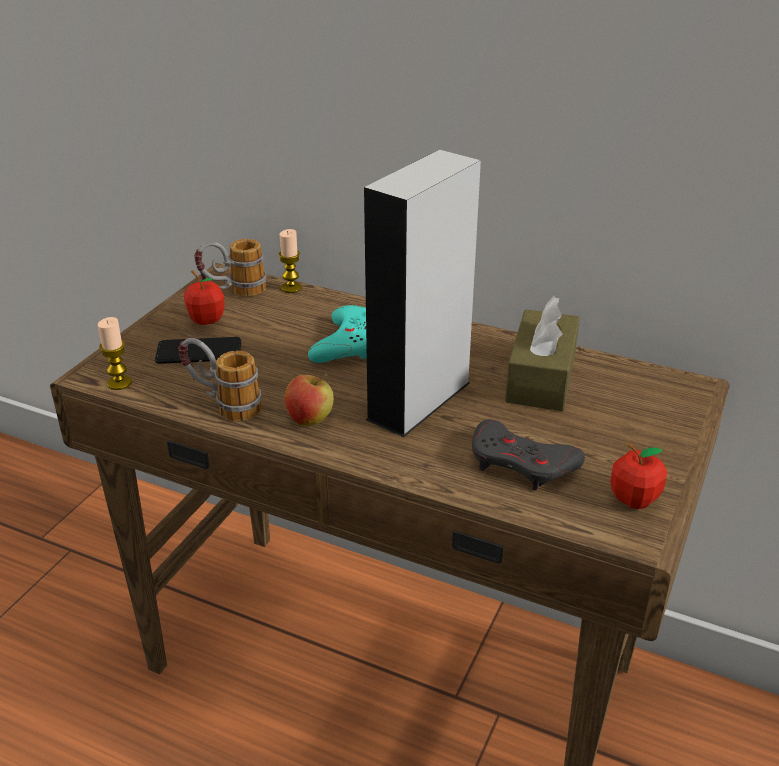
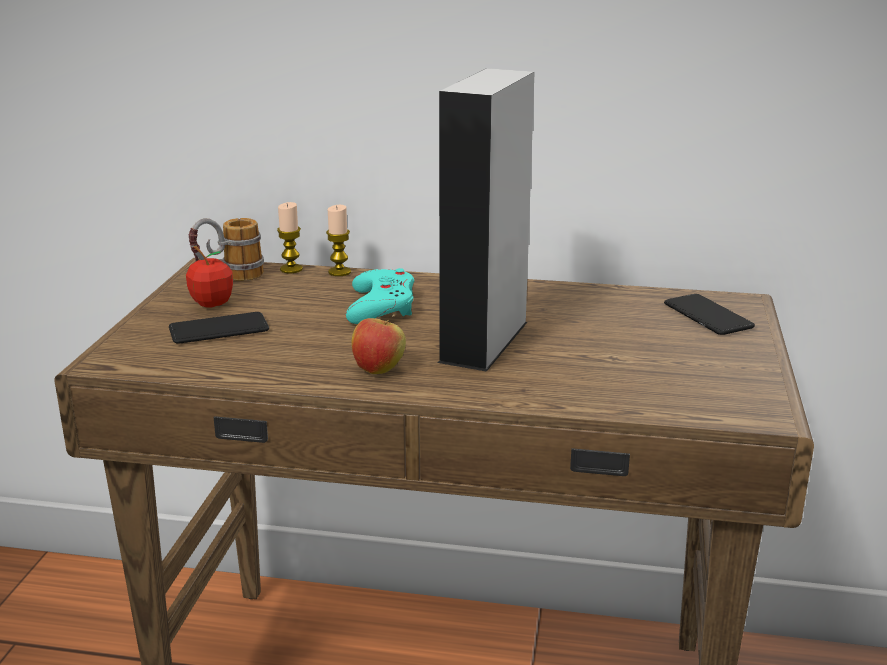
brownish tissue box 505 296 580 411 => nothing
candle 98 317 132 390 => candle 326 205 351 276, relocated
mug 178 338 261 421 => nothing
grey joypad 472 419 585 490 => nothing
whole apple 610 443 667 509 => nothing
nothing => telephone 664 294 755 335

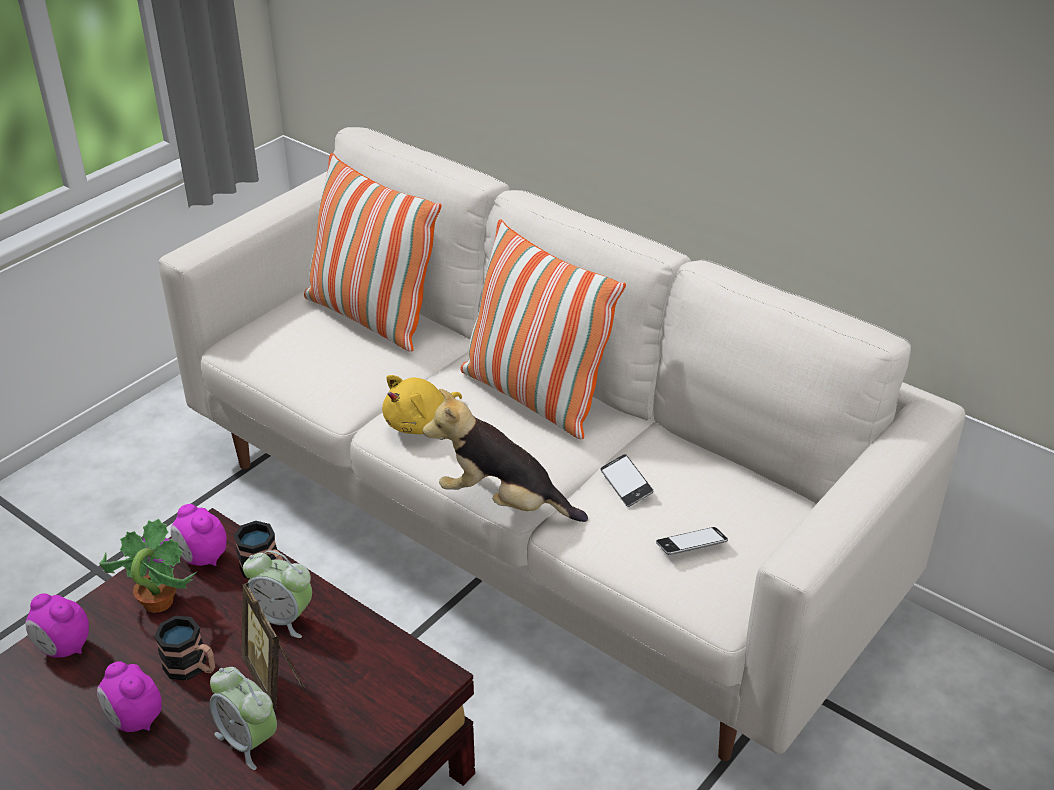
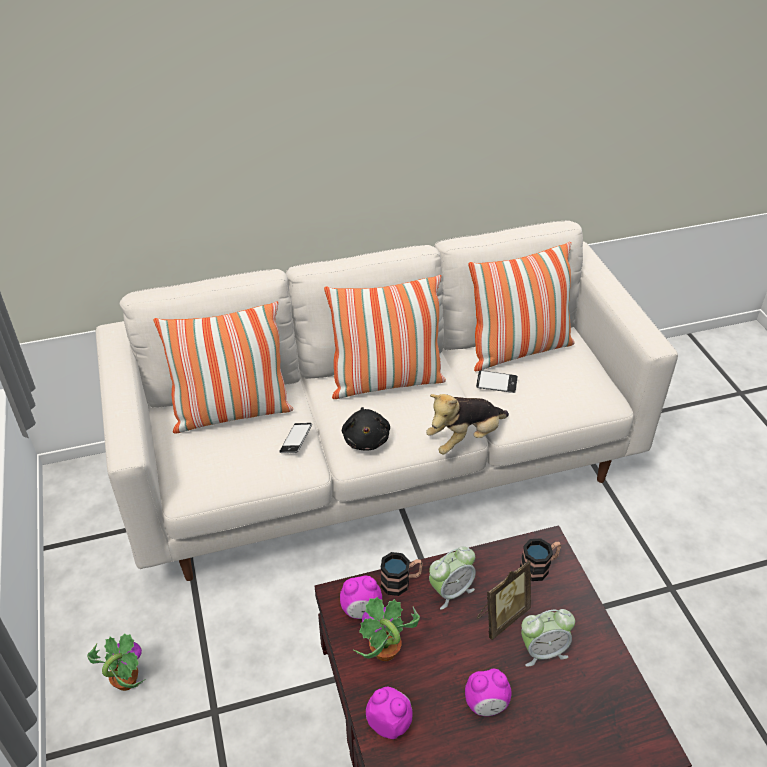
yellow soft toy 382 375 462 434 => black soft toy 342 407 390 450
telephone 656 527 728 555 => telephone 279 423 312 453, relocated
standing frame 242 583 305 710 => standing frame 477 559 531 640, 45 degrees counterclockwise
table clock 25 593 89 658 => table clock 366 687 412 739, 120 degrees counterclockwise
mug 154 616 215 681 => mug 520 538 561 581, relocated
nothing => cushion 468 242 575 371
nothing => houseplant 87 633 145 691

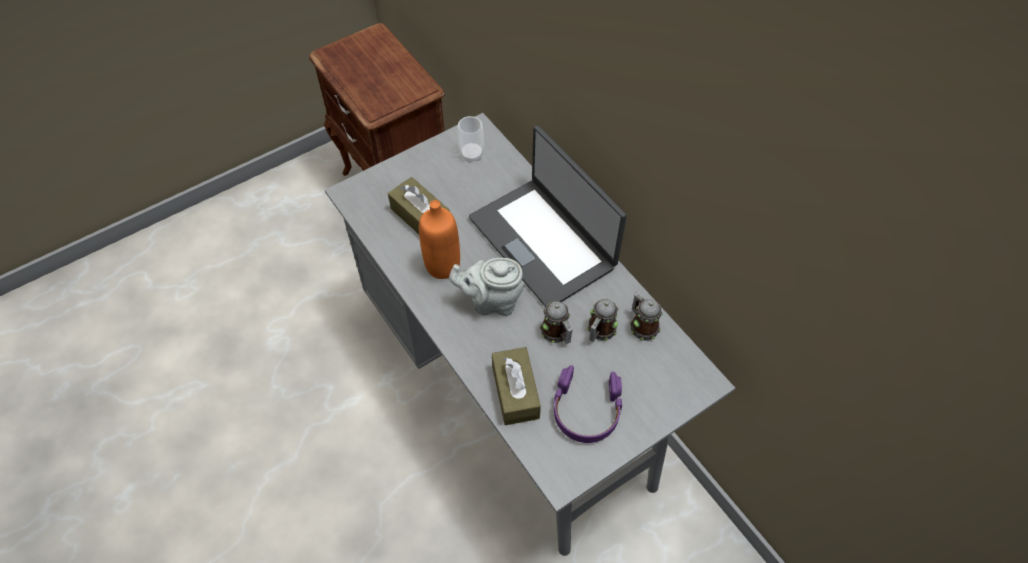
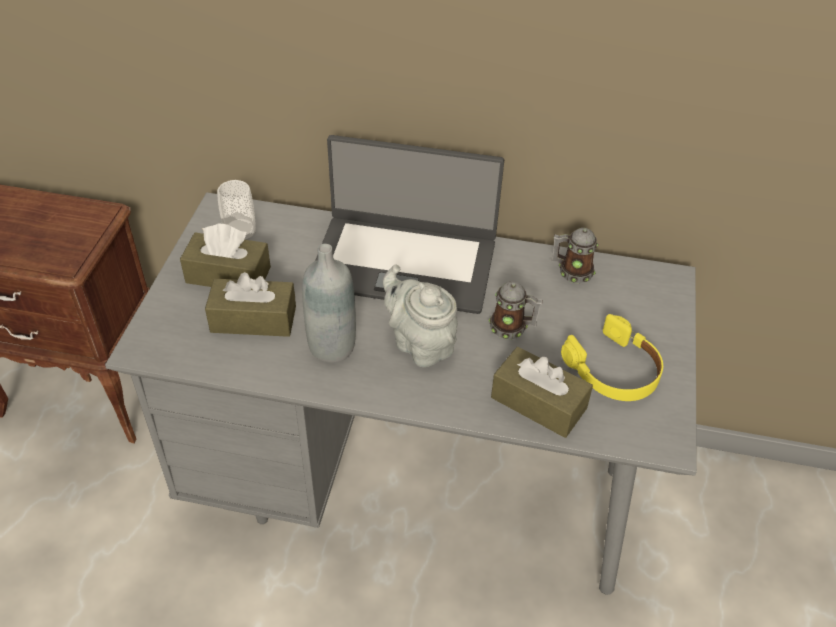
orangey drink bottle 419 200 460 279 => grey drink bottle 302 244 356 363
grey teapot 449 258 525 316 => grey teapot 383 264 458 367, 90 degrees clockwise
mug 587 299 618 342 => nothing
purple headset 553 365 622 443 => yellow headset 561 314 663 401
nothing => brownish tissue box 180 224 271 287

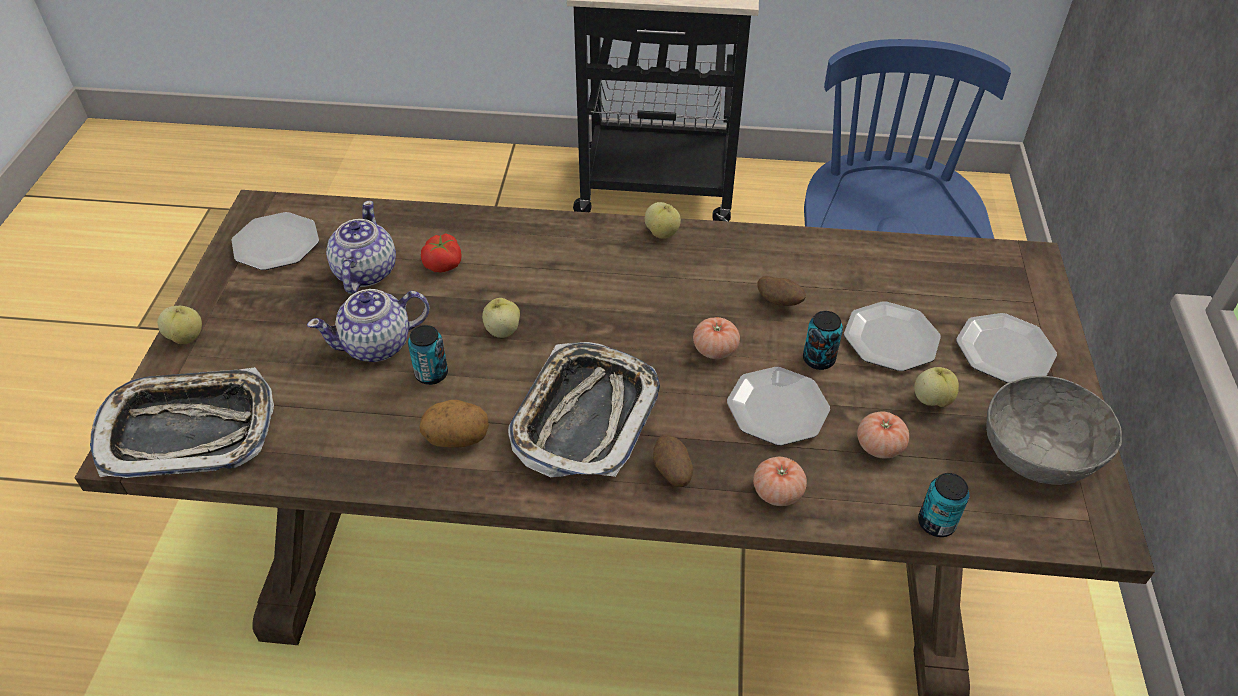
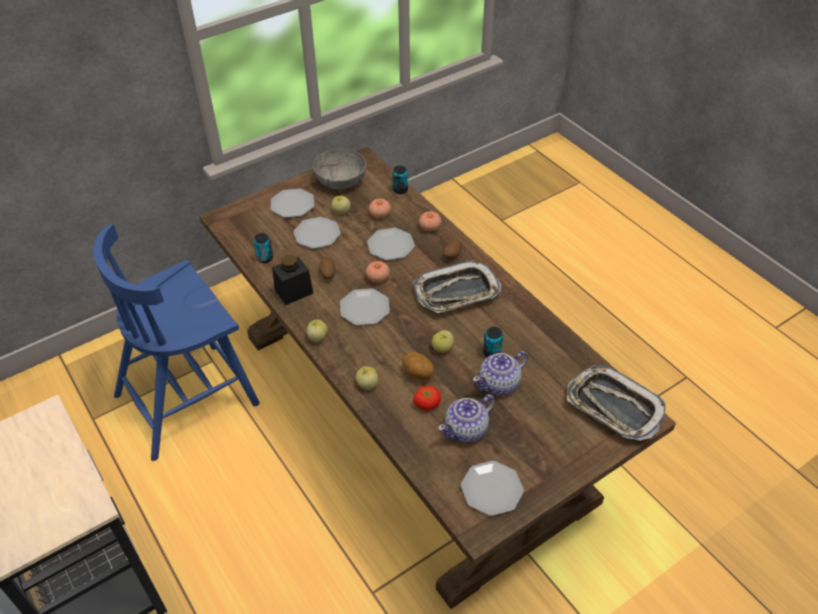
teapot 307 289 430 362 => teapot 473 351 528 396, 120 degrees clockwise
whole apple 158 306 202 344 => whole apple 356 366 378 390, relocated
sealed can 803 311 843 370 => sealed can 254 233 273 263, relocated
spud 420 400 489 448 => spud 403 352 434 380, relocated
nothing => black storage jar 272 255 313 305
nothing => flat dish 340 289 390 325

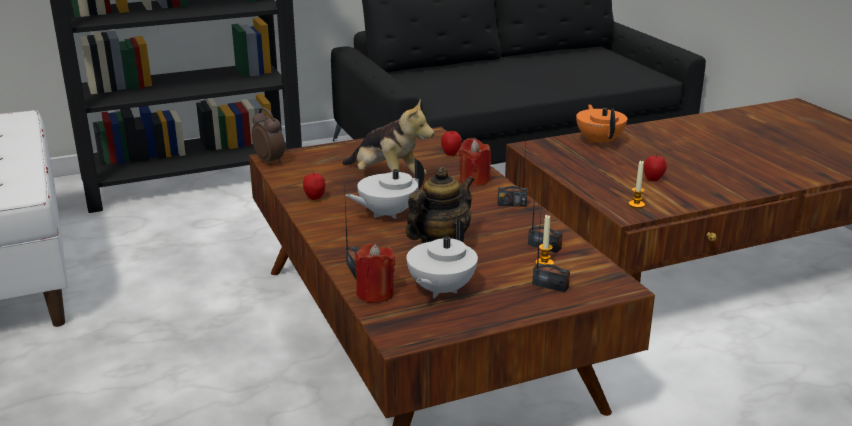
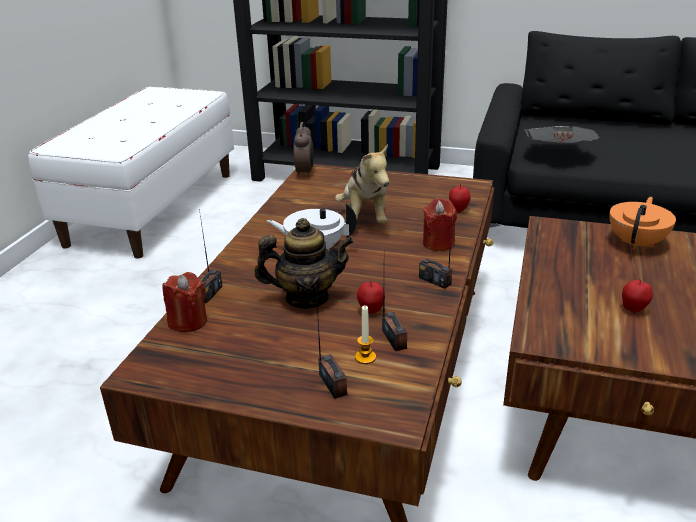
candle 629 160 645 208 => nothing
whole apple 303 170 325 200 => whole apple 357 279 385 313, relocated
white teapot 406 219 478 298 => nothing
nothing => newspaper 524 126 600 143

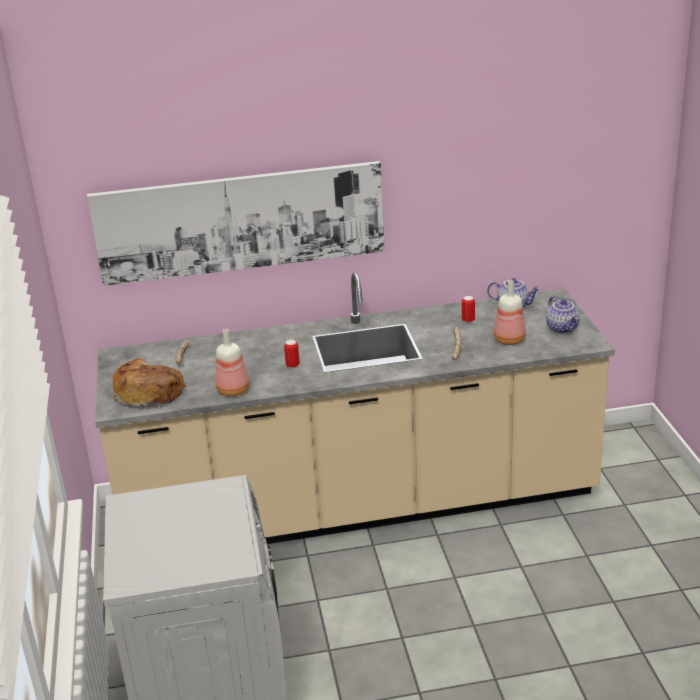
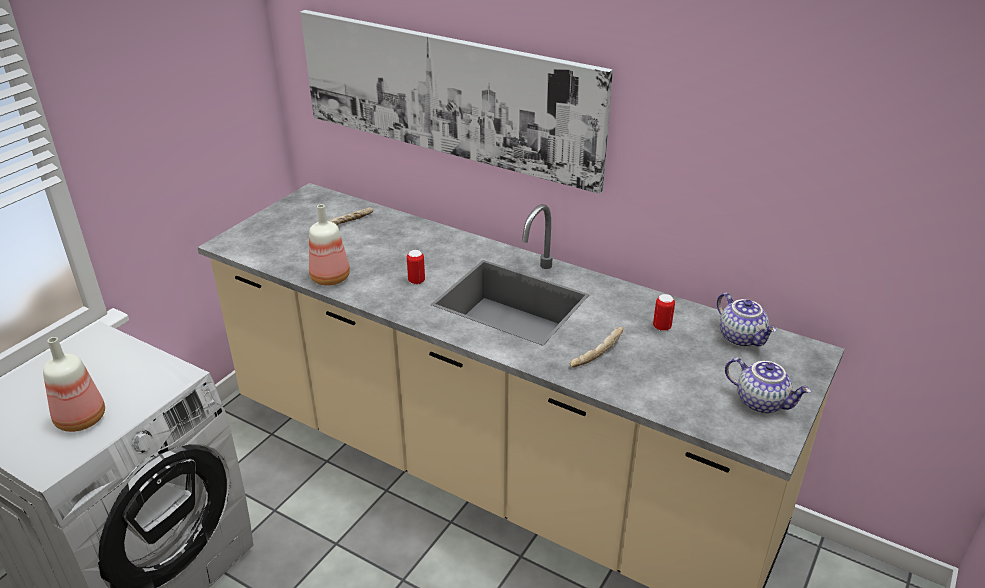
drink bottle 493 280 526 345 => drink bottle 43 337 105 432, relocated
teapot 546 296 580 334 => teapot 725 358 811 414, 75 degrees counterclockwise
baked bread 112 358 185 408 => nothing

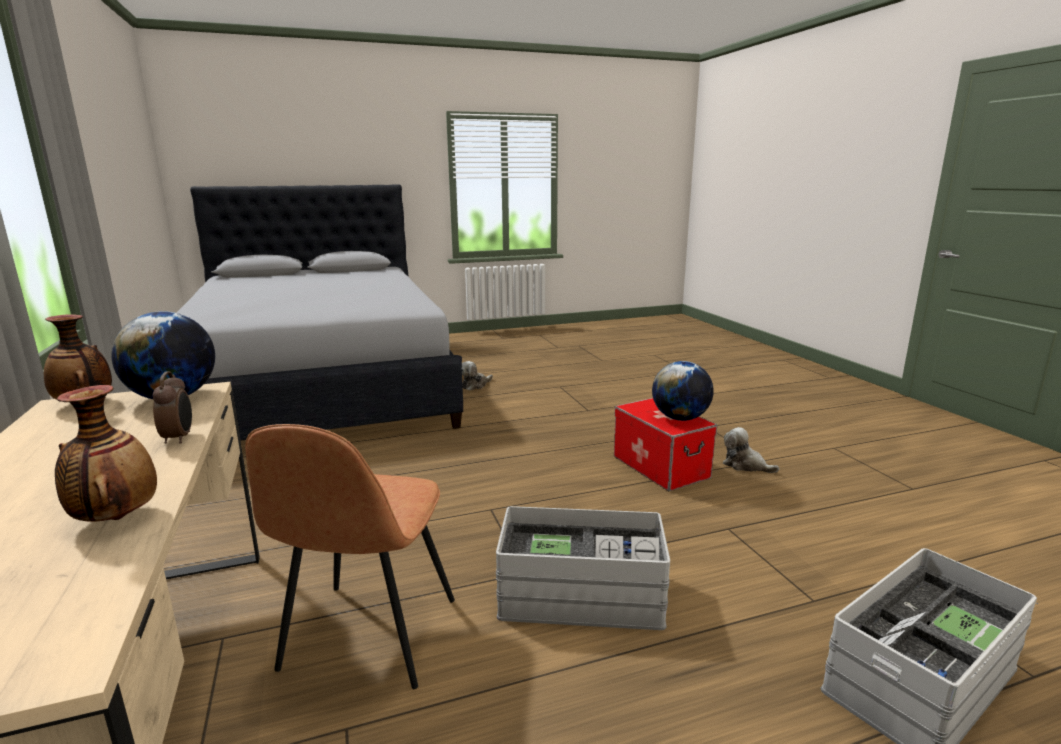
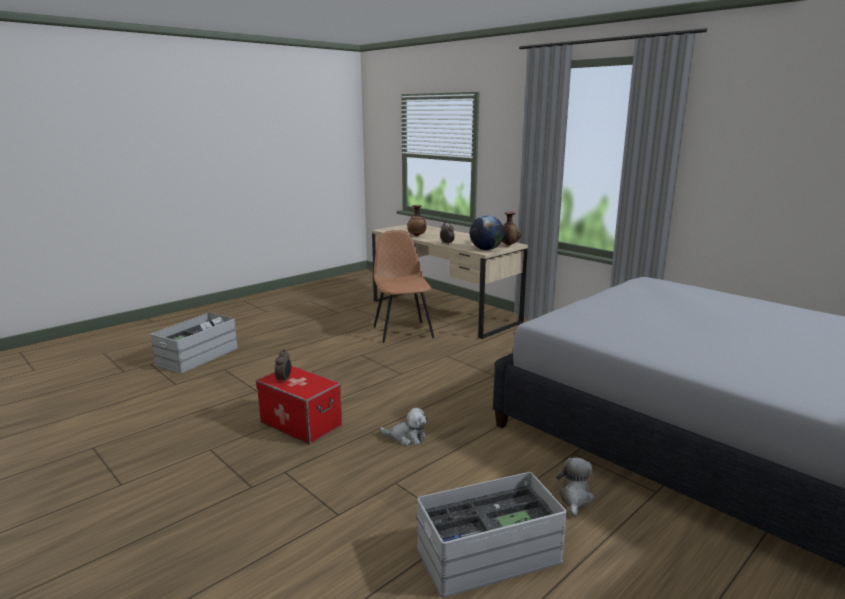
desk globe 652 361 714 421 => table clock 275 350 291 383
soft toy 723 427 779 473 => soft toy 380 408 427 446, relocated
grey storage container 496 506 670 630 => grey storage container 417 472 567 597, relocated

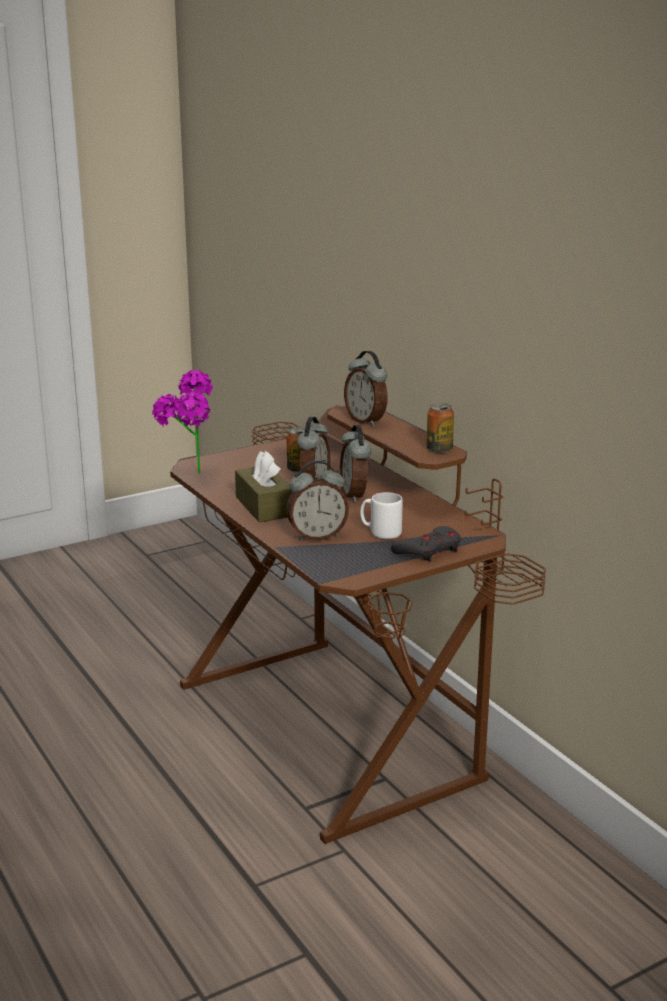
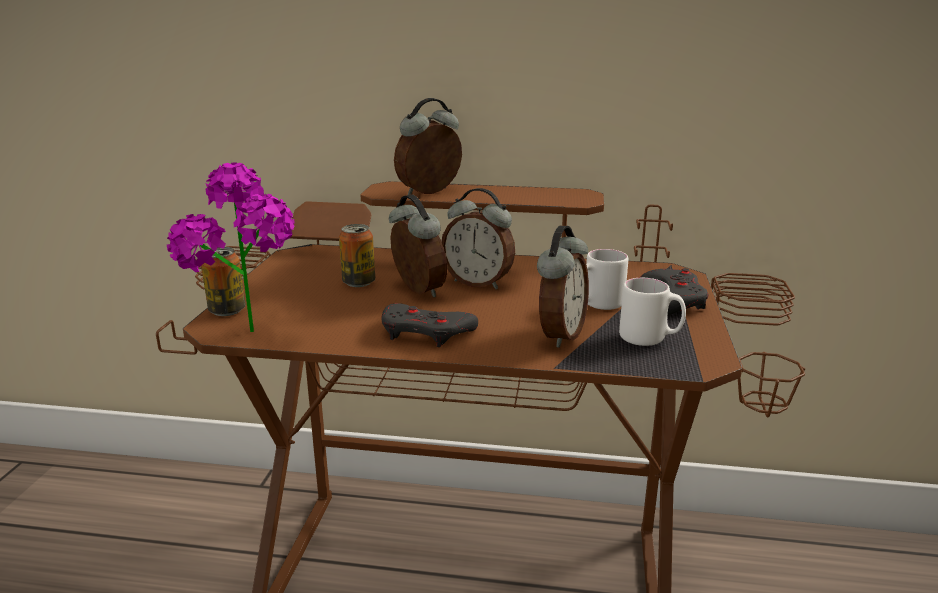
table clock 344 351 388 427 => table clock 394 98 462 195, 135 degrees clockwise
sealed can 427 403 454 453 => sealed can 201 247 246 316, relocated
brownish tissue box 235 451 292 522 => grey joypad 381 303 478 347
nothing => white mug 619 278 686 346

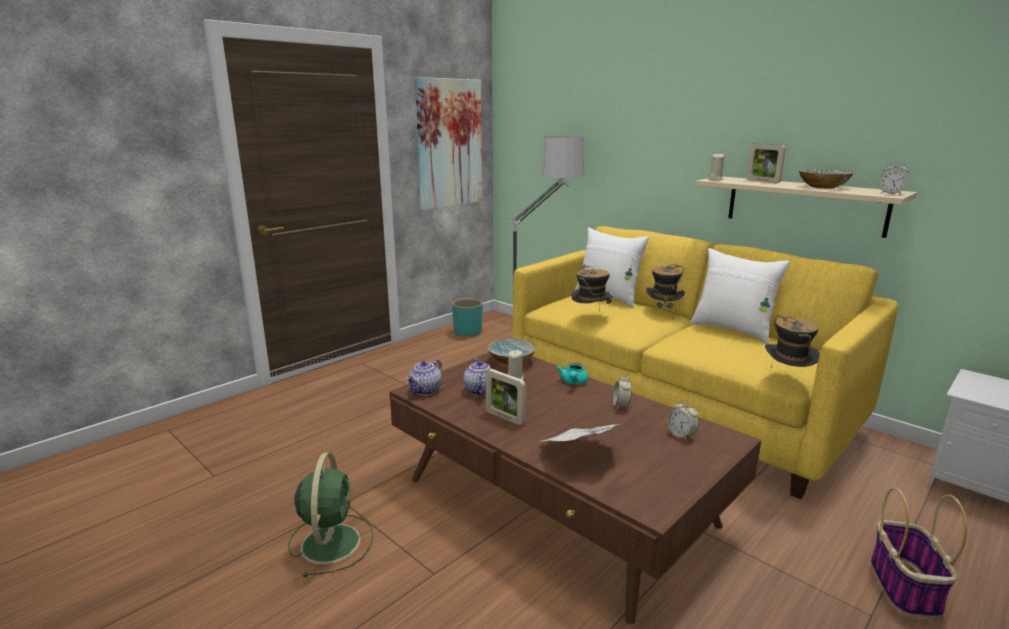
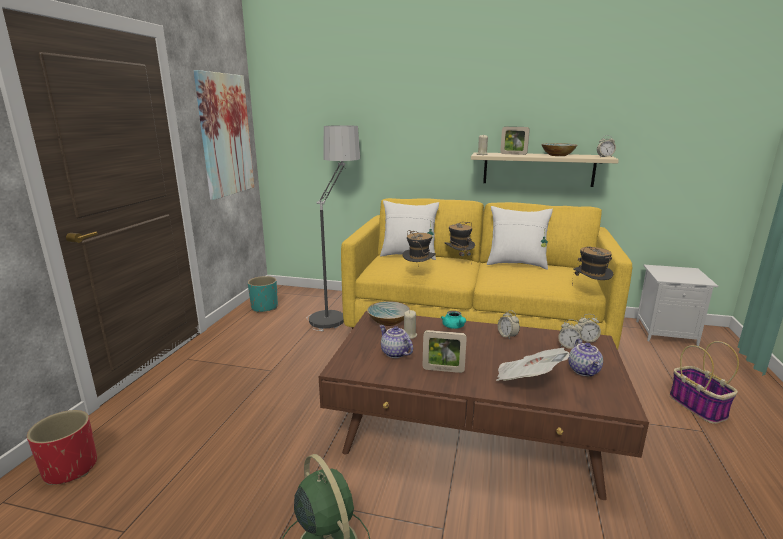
teapot 406 359 442 395 => teapot 568 338 603 376, relocated
nothing => table clock 579 314 601 342
nothing => red-coloured planter 27 410 97 485

